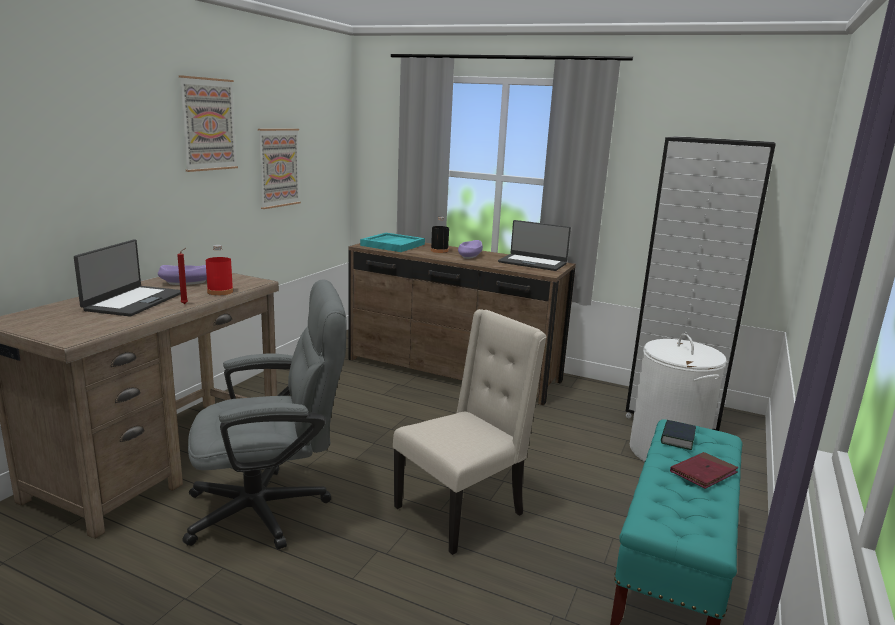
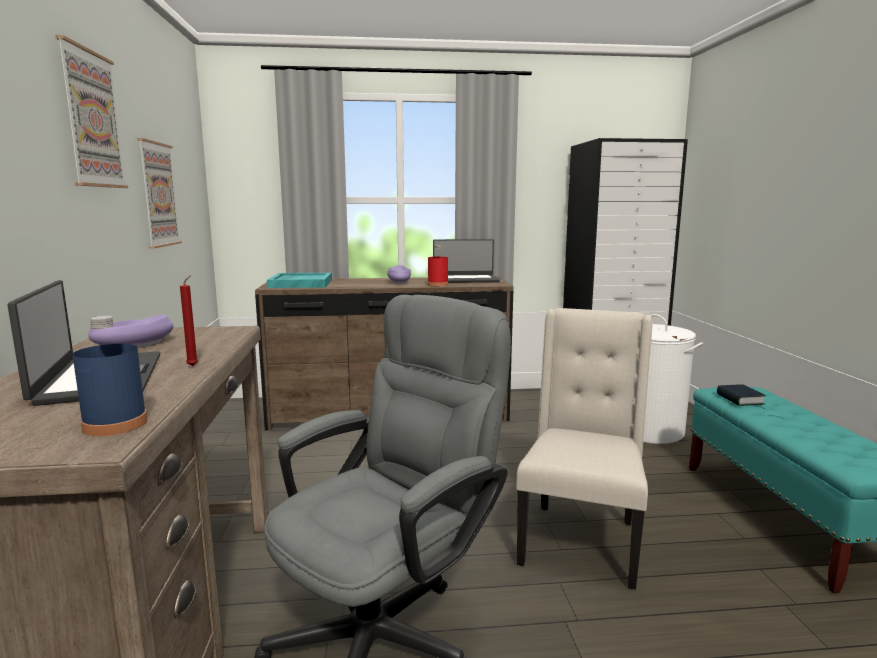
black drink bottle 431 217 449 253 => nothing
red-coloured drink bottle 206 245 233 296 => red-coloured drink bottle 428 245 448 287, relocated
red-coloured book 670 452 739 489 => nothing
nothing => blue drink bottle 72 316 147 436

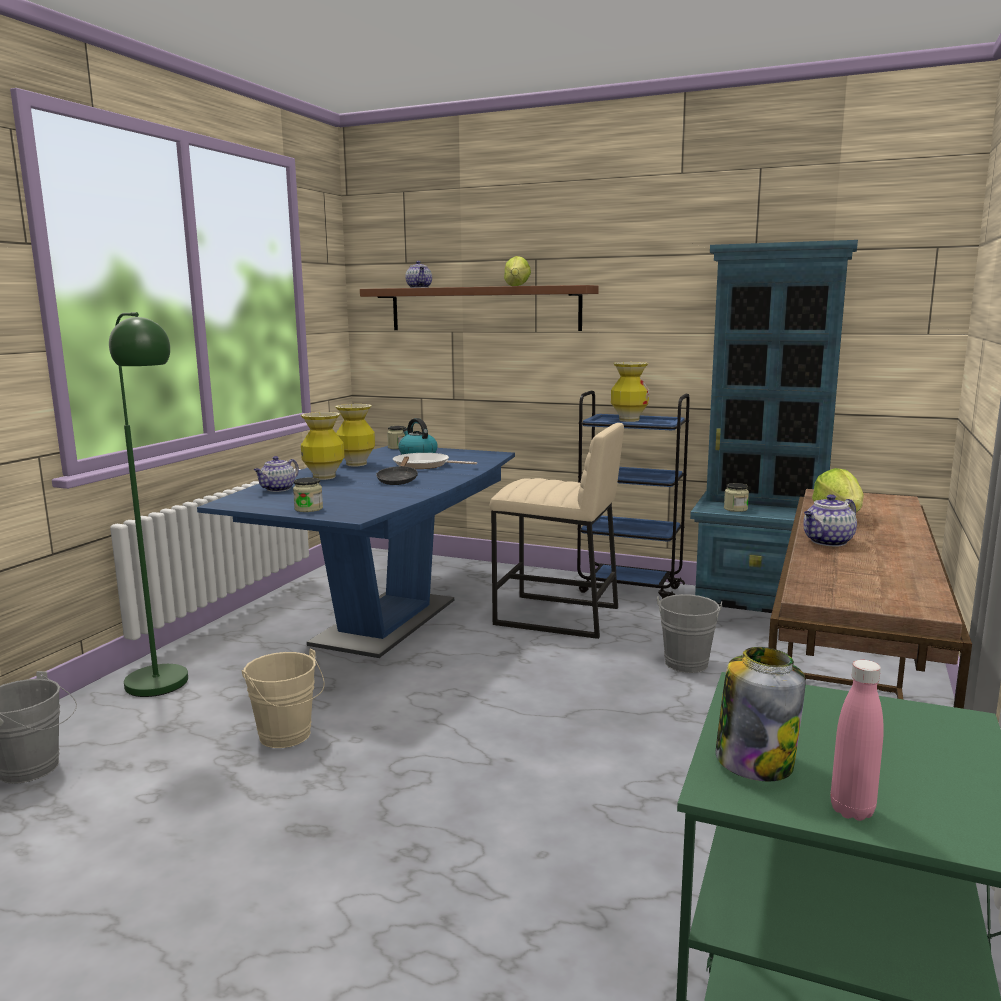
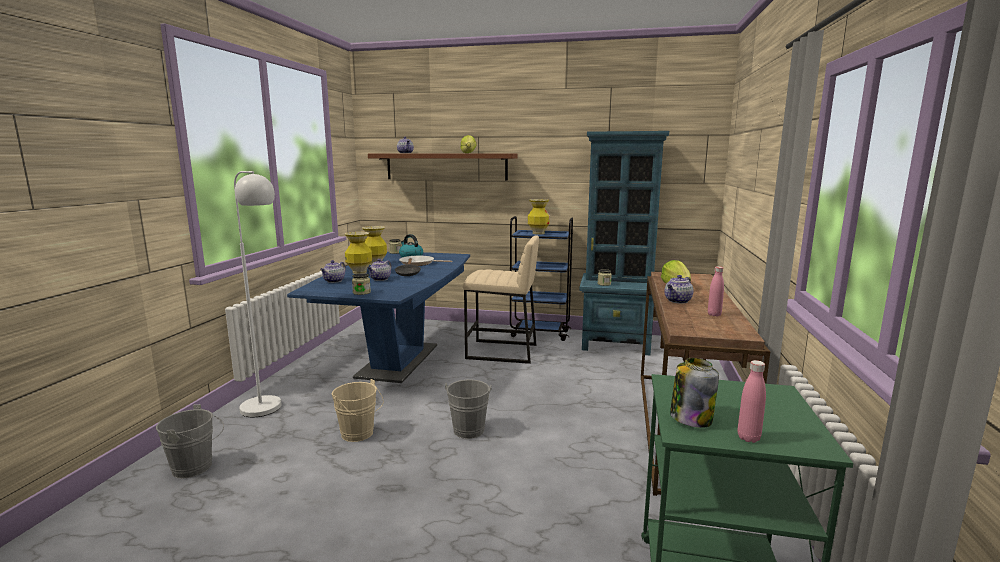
greenish standard lamp 109 312 188 697 => white standard lamp 234 171 282 417
grey pail 657 594 723 673 => grey pail 445 379 492 439, relocated
nothing => teapot 367 259 392 281
nothing => pink-coloured drink bottle 708 266 724 316

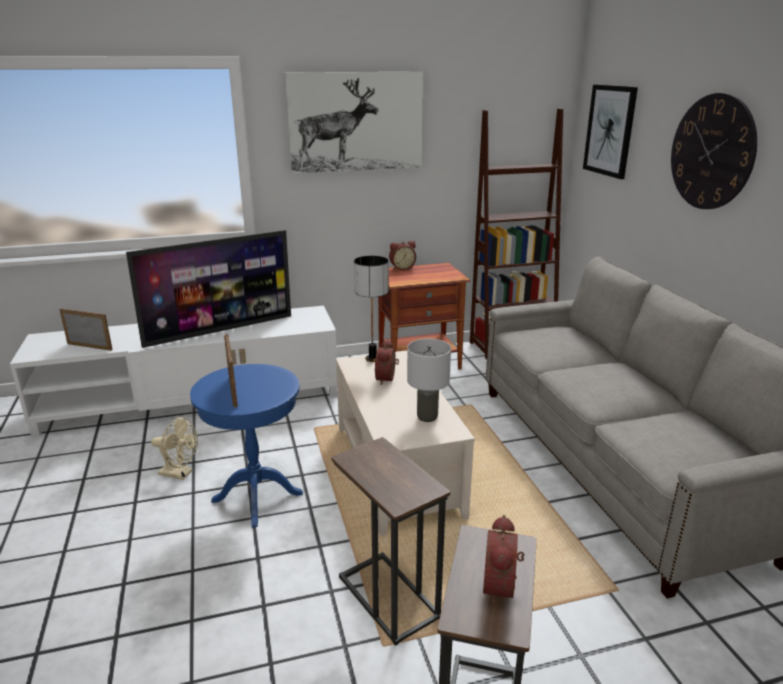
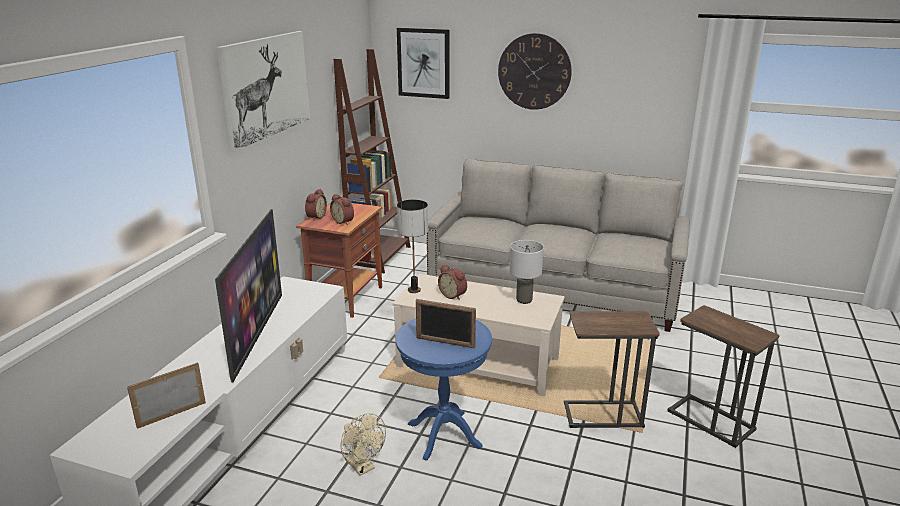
sand-coloured electric fan 151 417 198 480 => sand-coloured electric fan 340 413 386 476, 90 degrees clockwise
table clock 483 515 524 605 => table clock 330 194 354 225, relocated

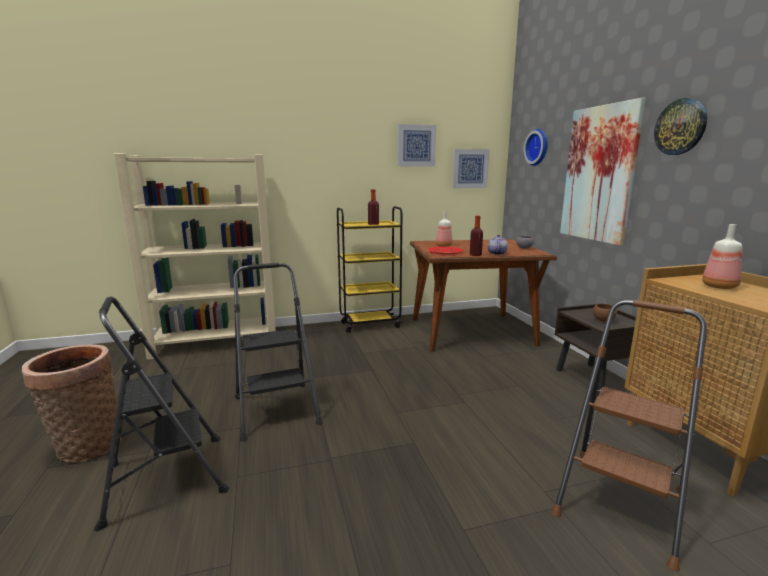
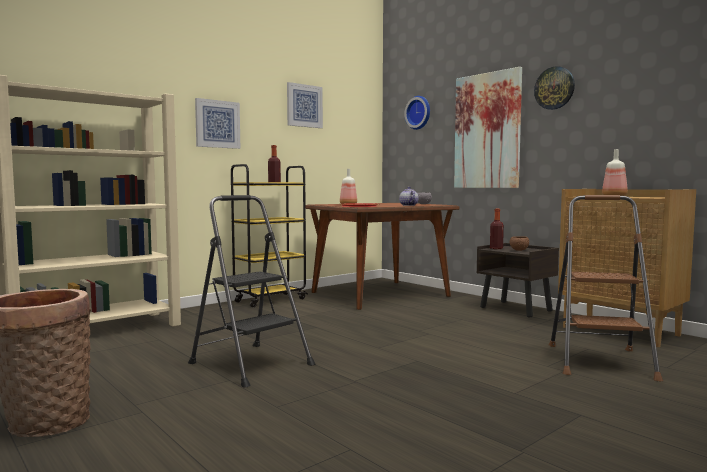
wall picture 452 149 490 188 => wall picture 195 98 240 149, relocated
drink bottle 470 216 483 256 => drink bottle 490 209 504 249, relocated
black stepladder 94 296 229 531 => nothing

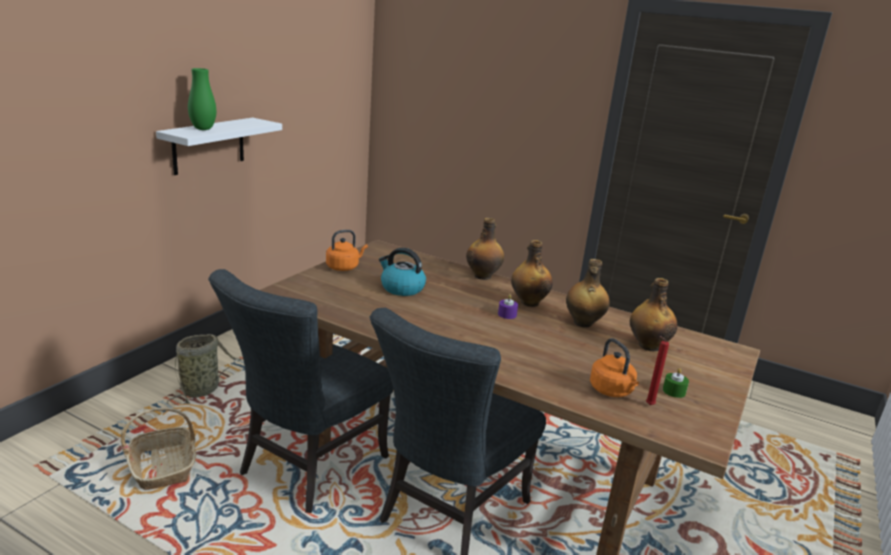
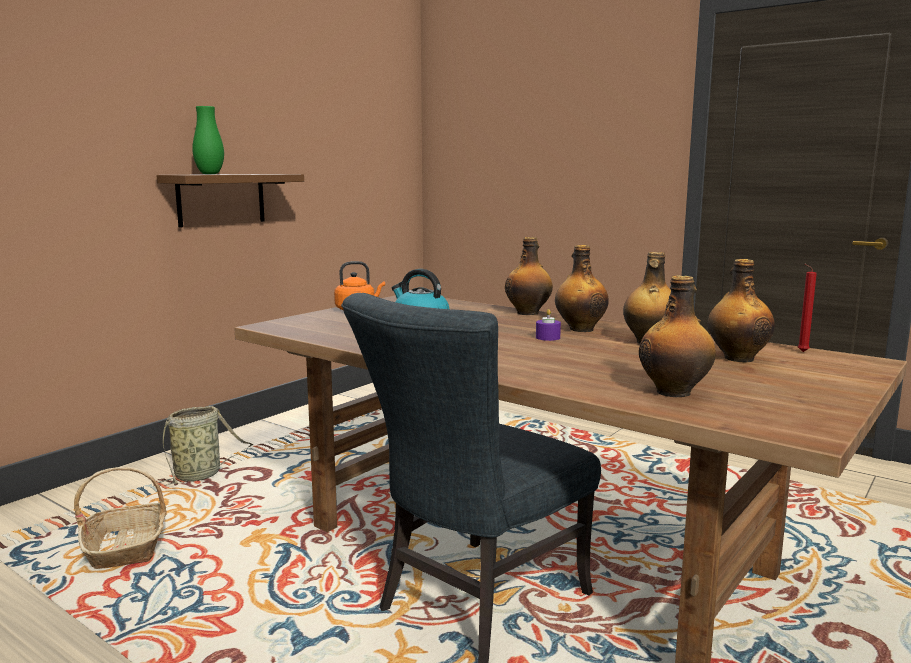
white bracket shelf 156 118 282 175 => brownish bracket shelf 156 174 304 228
grey chair 208 269 393 513 => nothing
red-coloured candle 646 336 669 405 => red-coloured candle 798 264 817 352, relocated
orangey water kettle 590 338 639 397 => drink bottle 639 275 716 397
greenish candle 663 368 689 398 => nothing

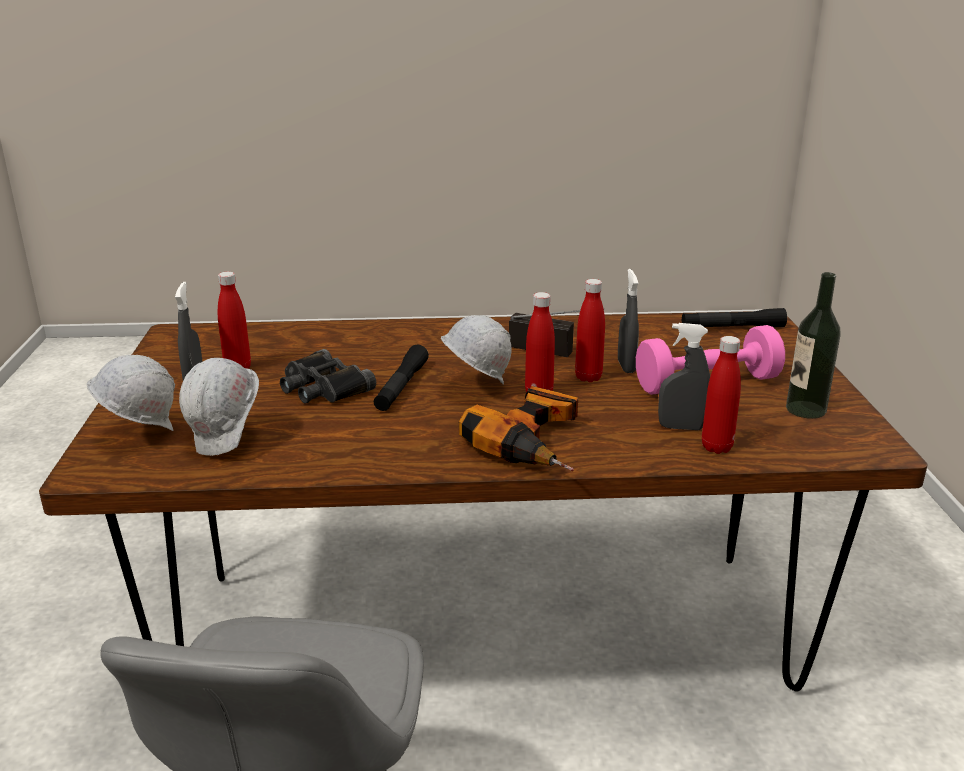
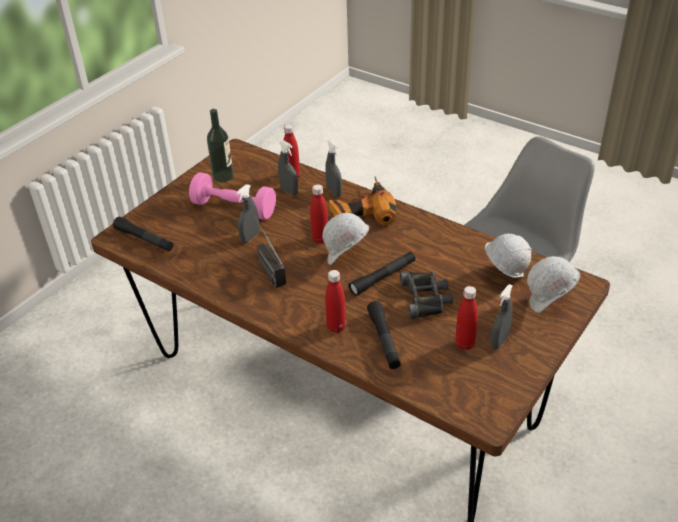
red-coloured drink bottle 575 279 605 382 => red-coloured drink bottle 325 270 346 333, relocated
nothing => grey hand sprayer 325 140 342 197
nothing => black torch 367 301 401 369

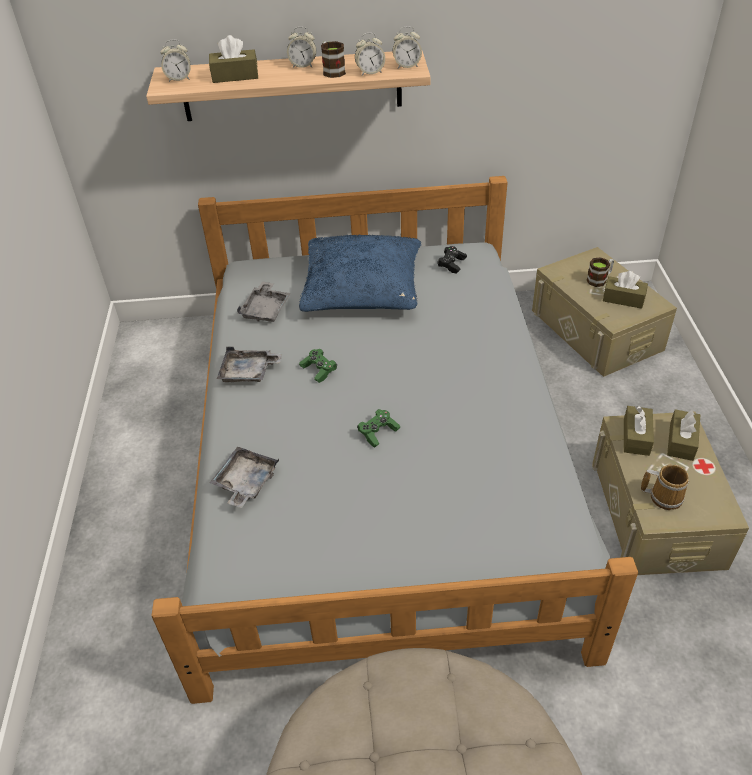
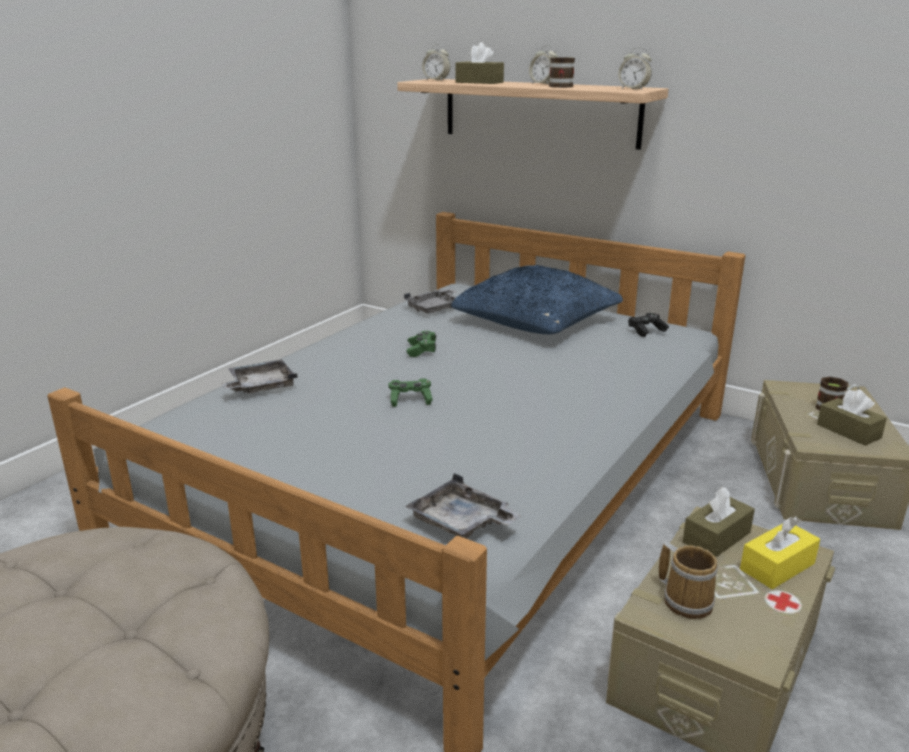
table clock 355 33 385 76 => nothing
grey carrying tray 217 347 282 382 => grey carrying tray 405 473 522 539, relocated
brownish tissue box 667 409 700 461 => yellow tissue box 740 516 820 589

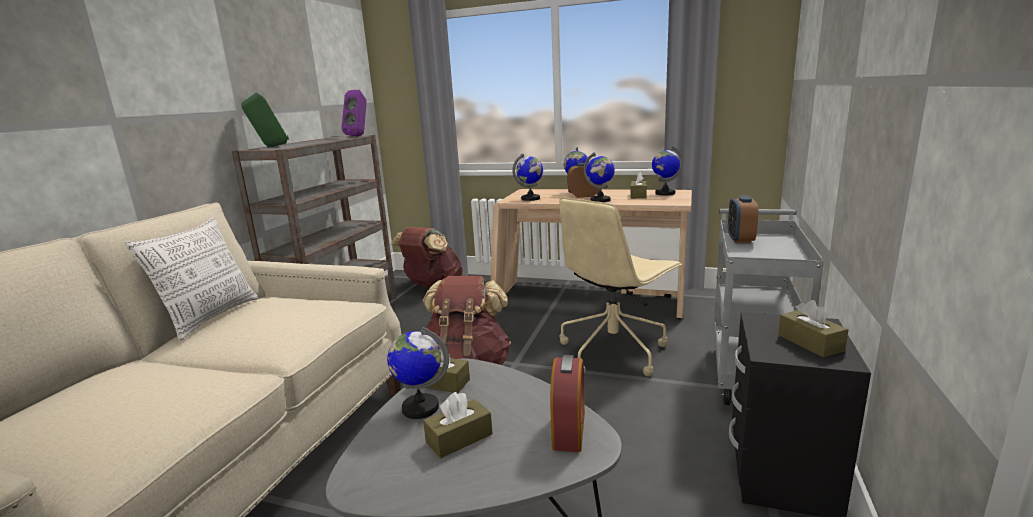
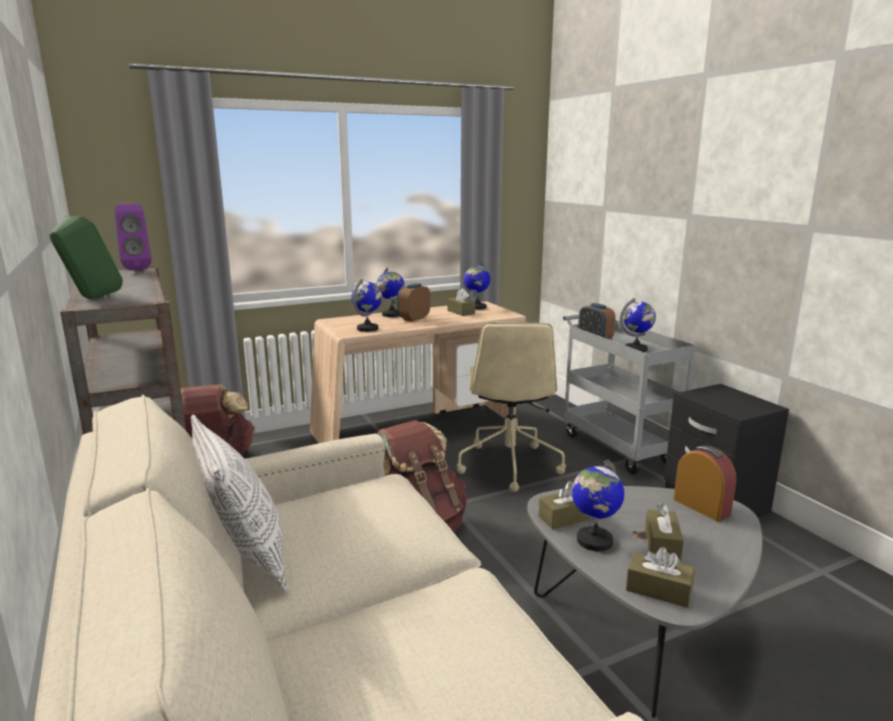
desk globe 584 152 615 202 => desk globe 620 298 656 352, relocated
brownish tissue box 778 300 848 357 => brownish tissue box 626 547 695 608, relocated

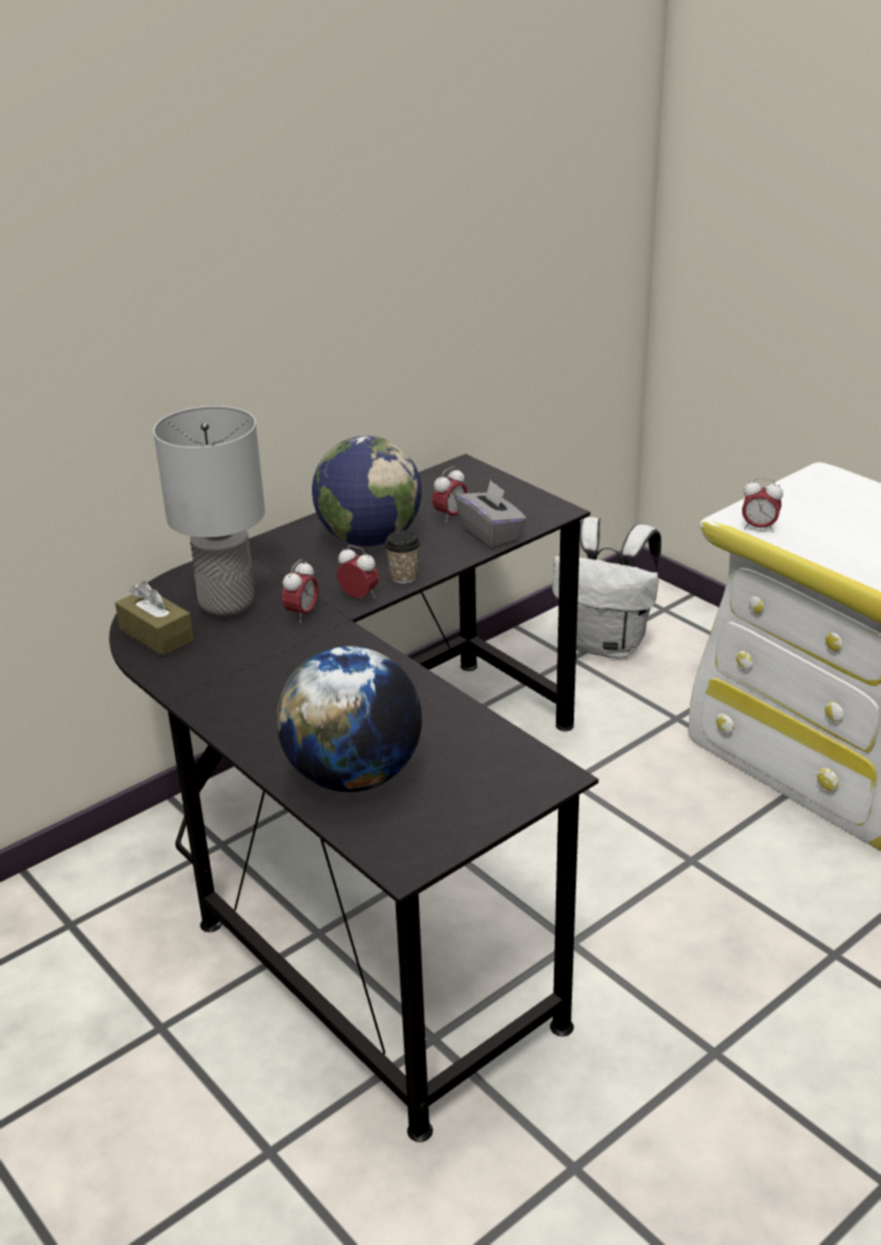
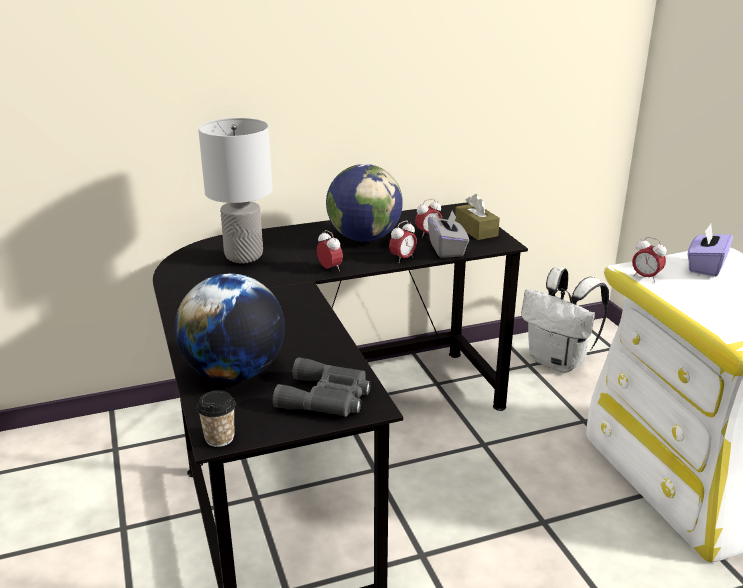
drinking cup 385 530 420 584 => drinking cup 197 390 236 447, relocated
table clock 282 560 319 623 => table clock 389 221 417 263, relocated
brownish tissue box 115 581 194 656 => brownish tissue box 455 194 500 240, relocated
nothing => purple tissue box 687 224 733 277
nothing => grey binoculars 273 357 371 416

